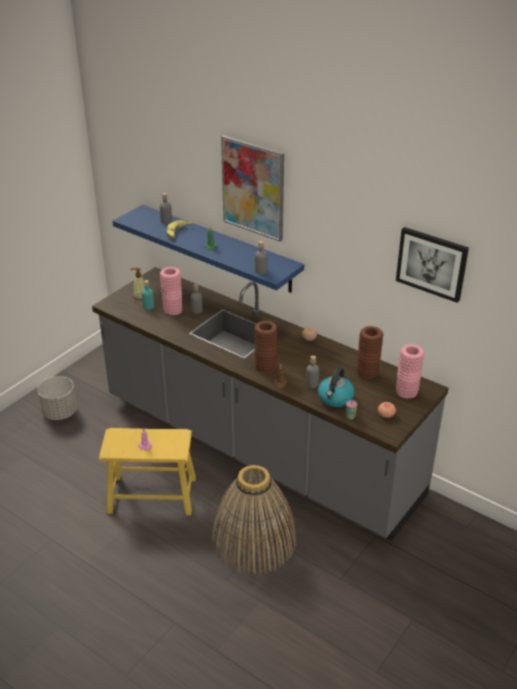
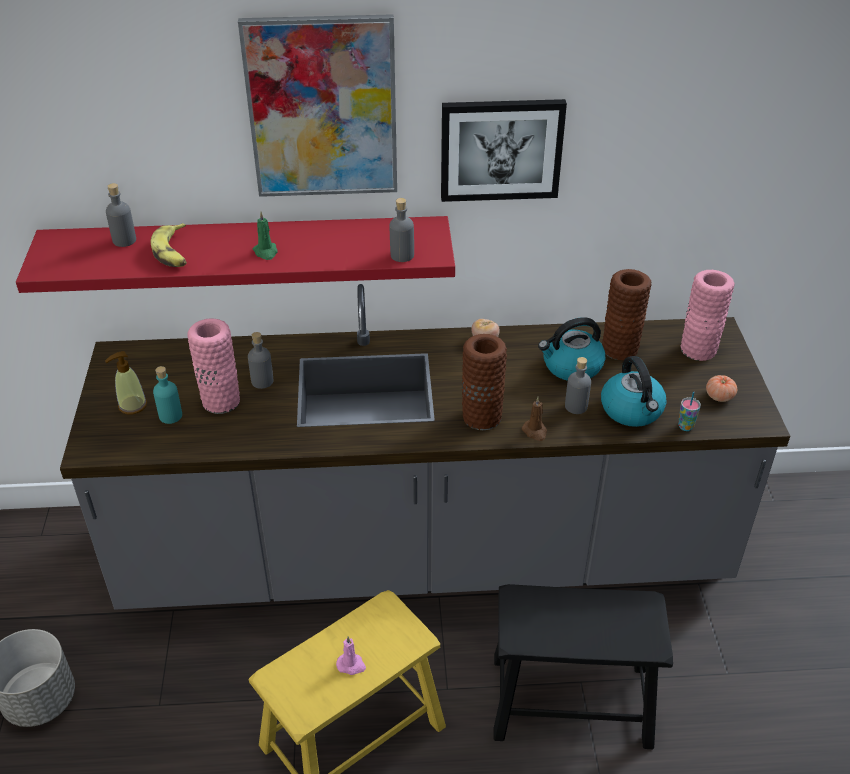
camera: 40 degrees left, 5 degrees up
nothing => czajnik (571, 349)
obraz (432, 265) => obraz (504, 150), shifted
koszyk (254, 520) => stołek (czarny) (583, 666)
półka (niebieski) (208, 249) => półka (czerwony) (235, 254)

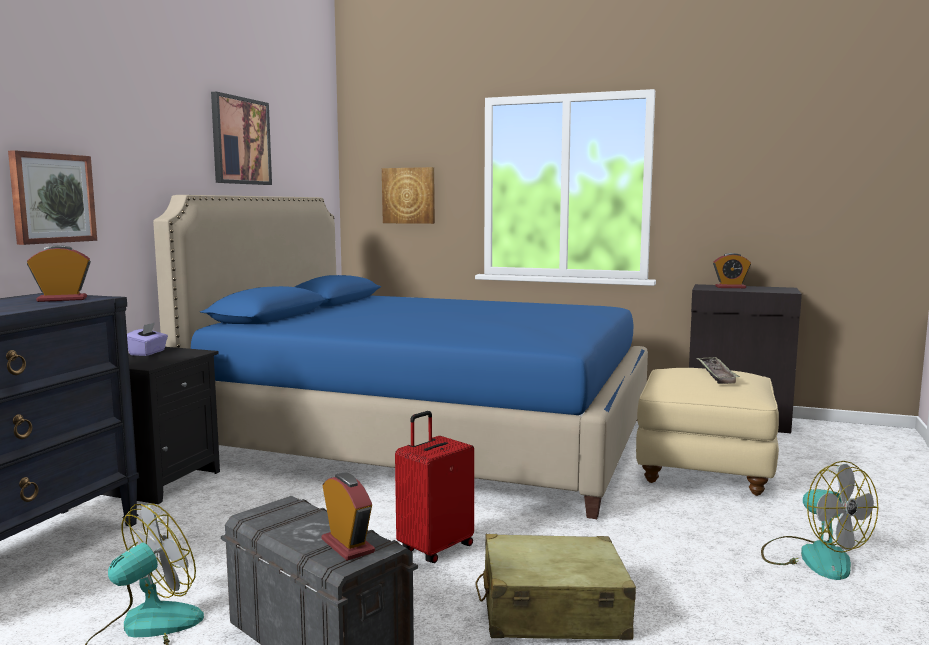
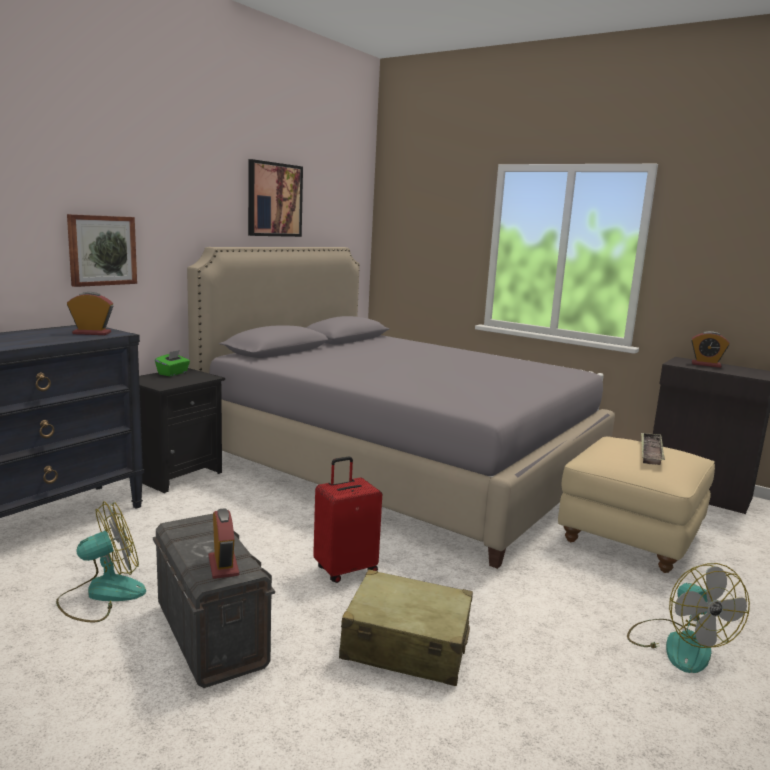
camera: 15 degrees right, 5 degrees up
obraz (408, 195) => nothing
pudełko chusteczek (fioletowy) (147, 339) => pudełko chusteczek (zielony) (172, 363)
łóżko (niebieski) (400, 357) => łóżko (szary) (401, 408)

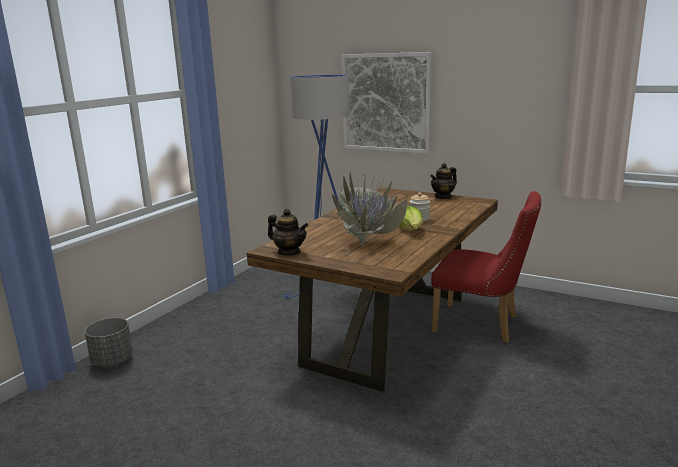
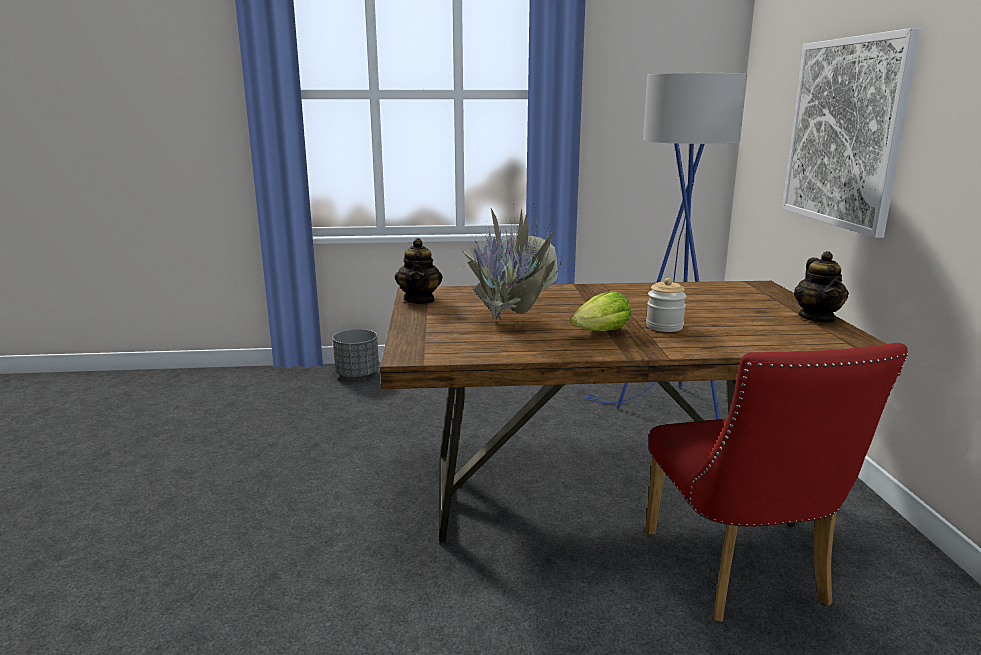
camera: 55 degrees right, 0 degrees up
imbryk (443, 181) => imbryk (821, 287), 105 degrees counterclockwise

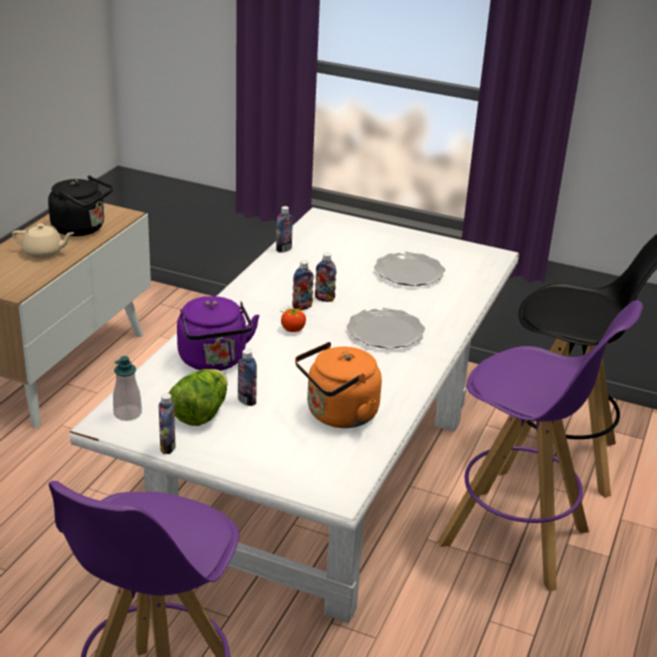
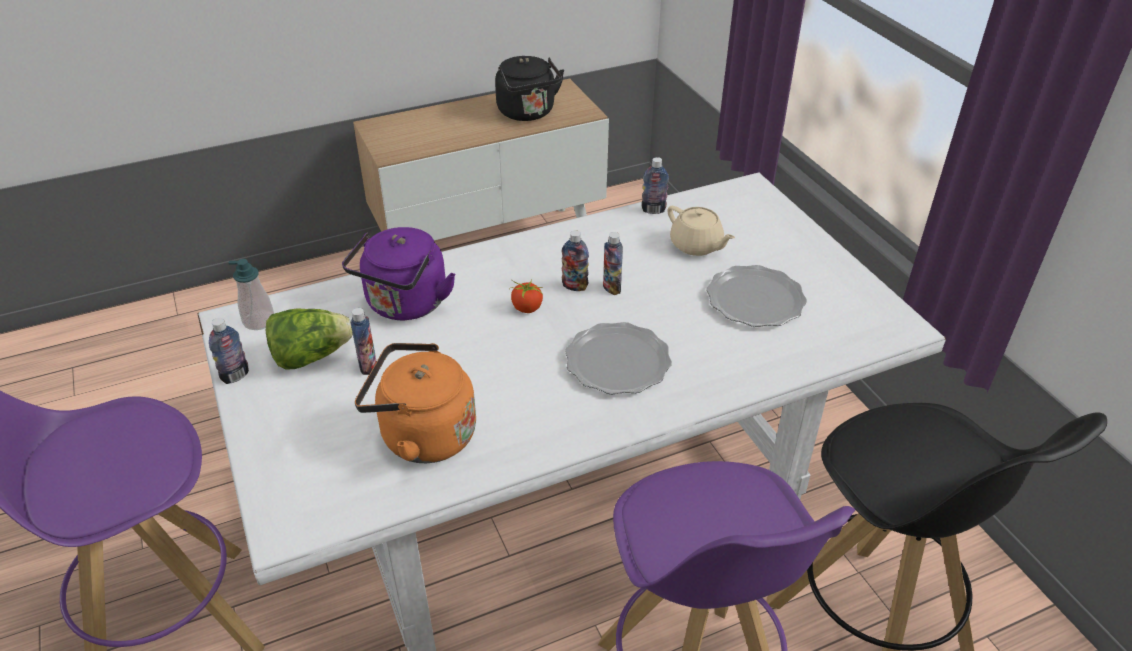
camera: 45 degrees right, 10 degrees up
imbryk (beżowy) (43, 240) => imbryk (beżowy) (701, 231), shifted

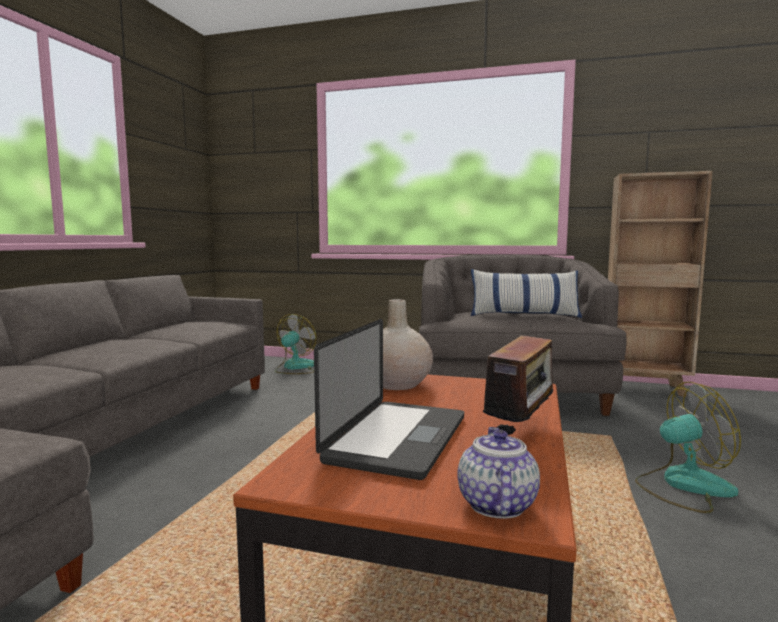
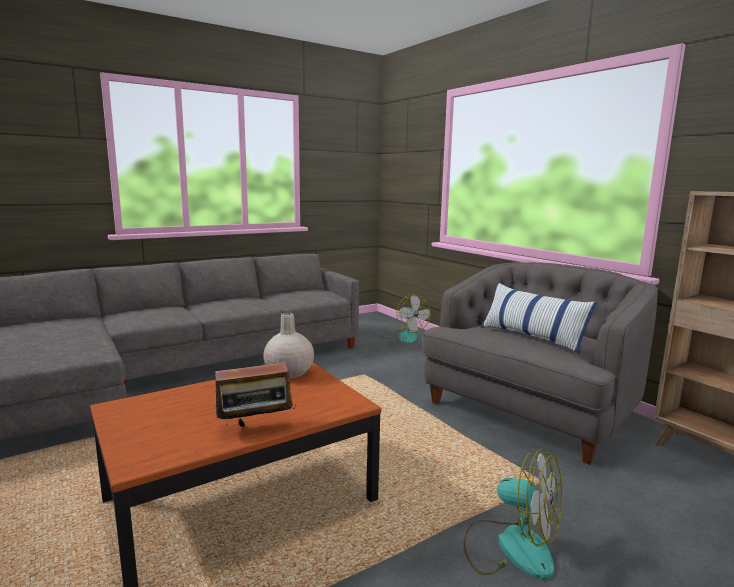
camera: 40 degrees right, 5 degrees up
laptop (389, 399) => nothing
imbryk (498, 473) => nothing
wentylator (295, 344) => wentylator (406, 318), 90 degrees clockwise

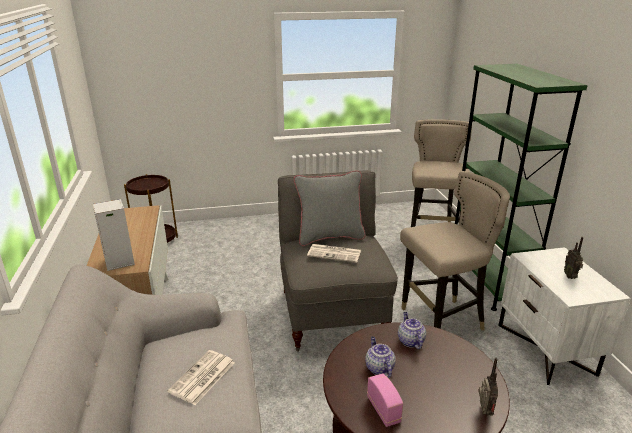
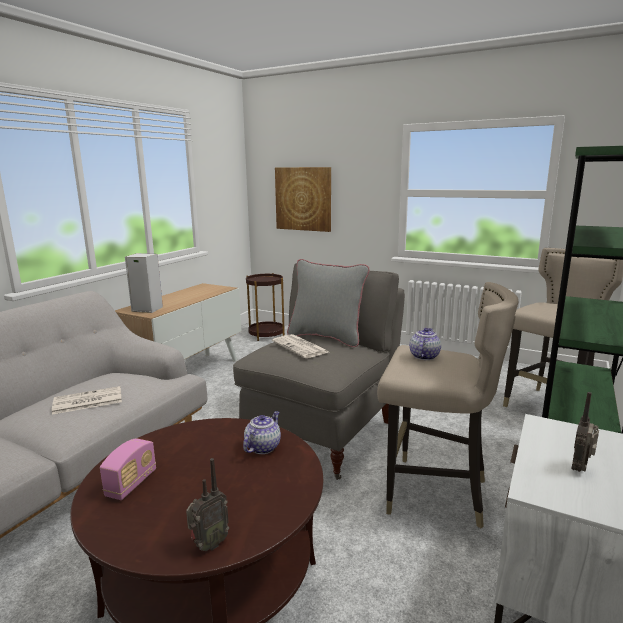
camera: 40 degrees right, 10 degrees down
nothing => obraz (303, 199)
imbryk (380, 357) => imbryk (425, 344), shifted

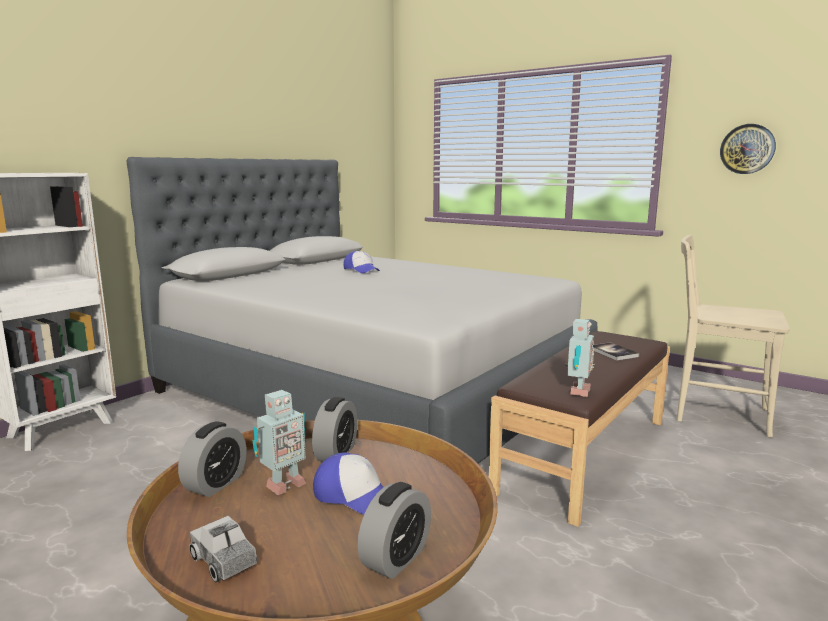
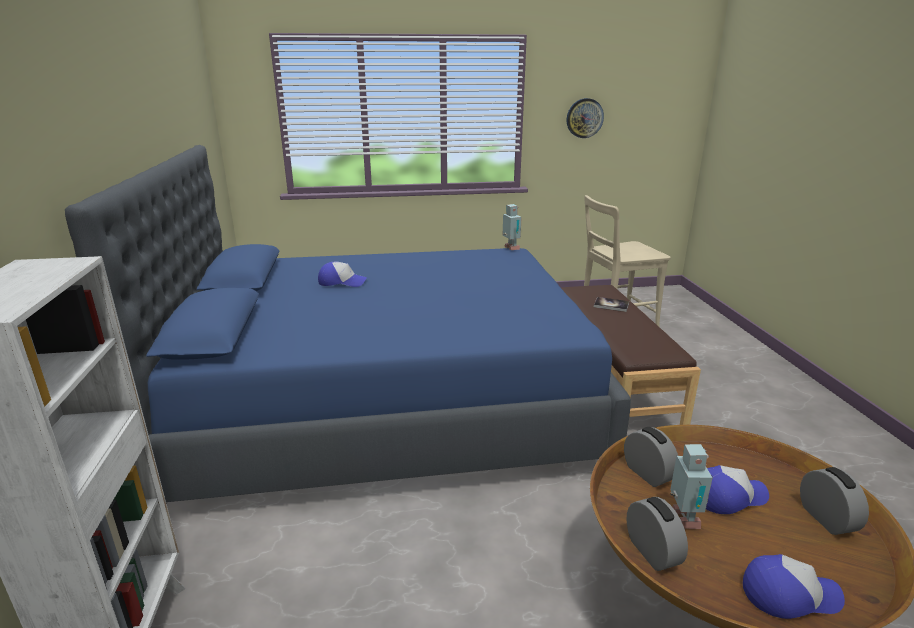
camera: 45 degrees left, 10 degrees up
robot zabawkowy (580, 358) => robot zabawkowy (512, 227), shifted
ciężarówka zabawkowa (223, 549) => czapka z daszkiem (794, 586)
łóżko (szary) (362, 310) => łóżko (niebieski) (348, 324)

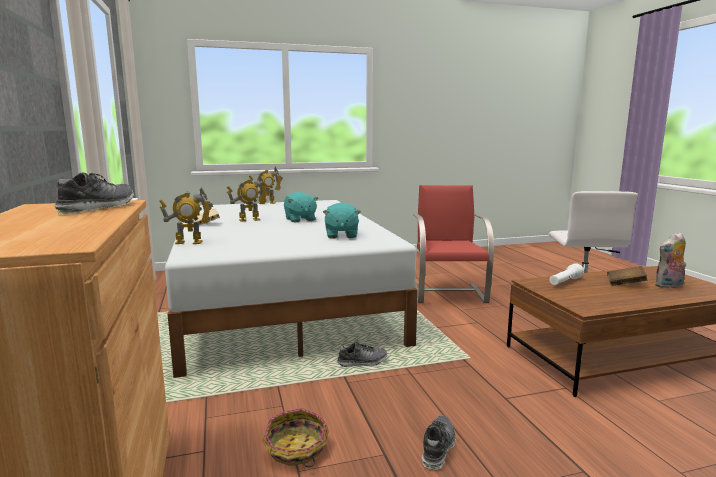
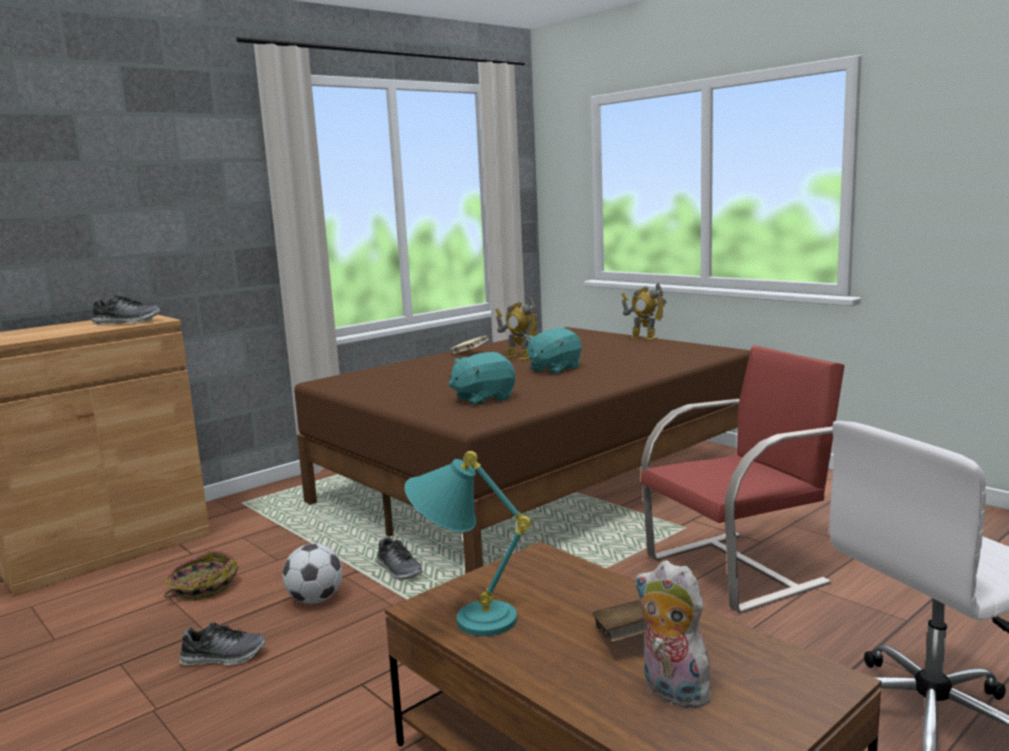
camera: 65 degrees right, 0 degrees up
robot zabawkowy (186, 215) => nothing
latarka (biały) (566, 274) => nothing
nothing => piłka futbolowa (312, 573)
nothing => lampa stołowa (turkusowy) (468, 543)
łóżko (biały) (291, 289) => łóżko (brązowy) (522, 450)

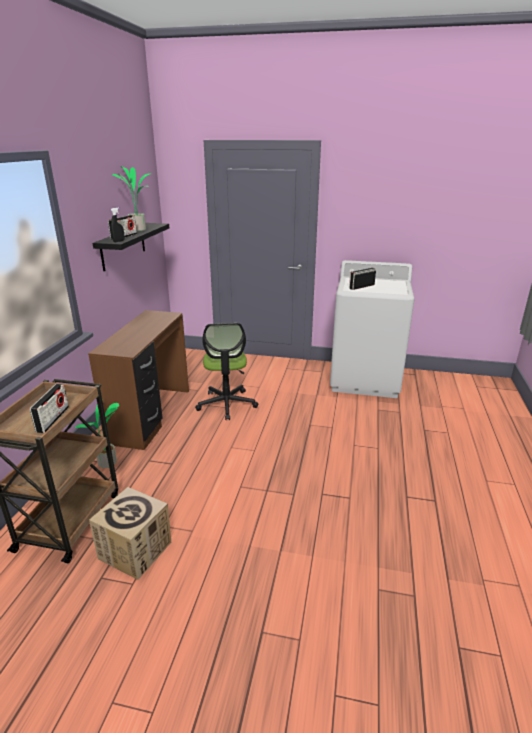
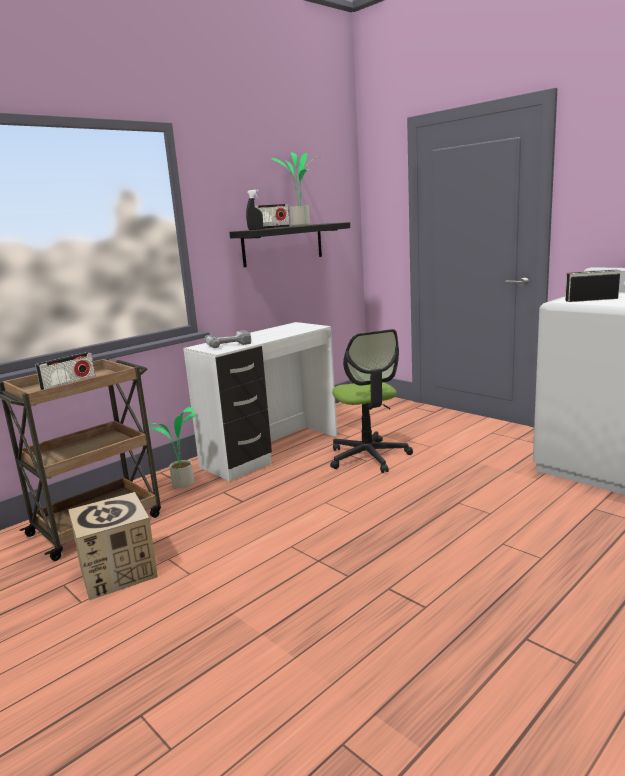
camera: 35 degrees right, 10 degrees down
nothing => wiertarka (227, 339)
biurko (brązowy) (138, 380) => biurko (biały) (260, 401)
krzesło biurowe (226, 371) => krzesło biurowe (371, 401), 45 degrees counterclockwise

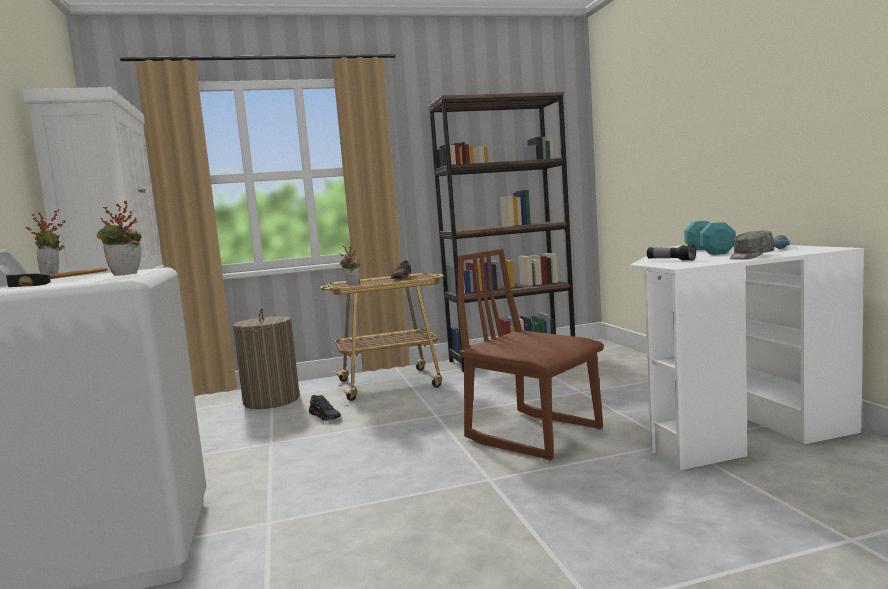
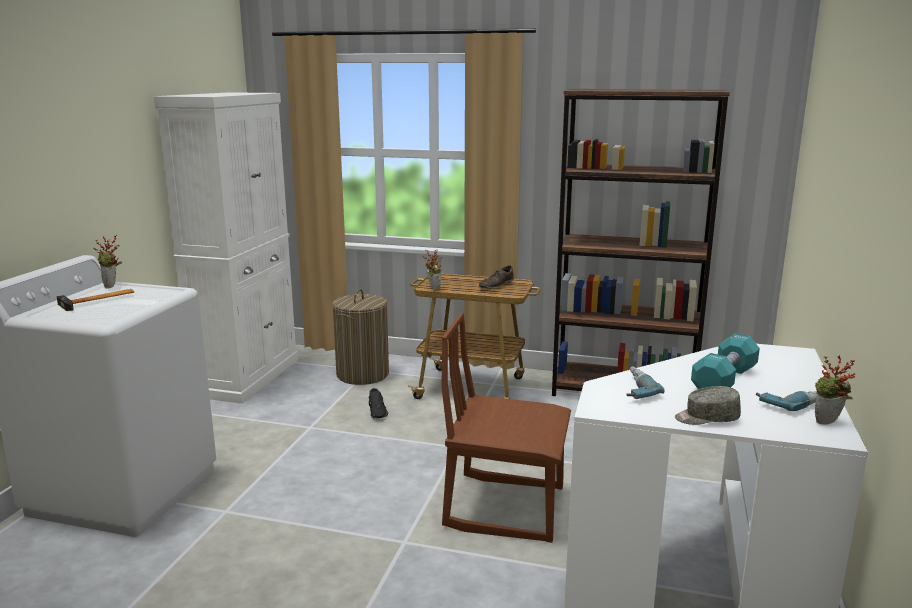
camera: 30 degrees right, 10 degrees up
roślina doniczkowa (118, 238) => roślina doniczkowa (835, 389), shifted
latarka (671, 253) => wiertarka (645, 383)
krzesło (brązowy) (530, 355) => krzesło (brązowy) (506, 427), 60 degrees counterclockwise

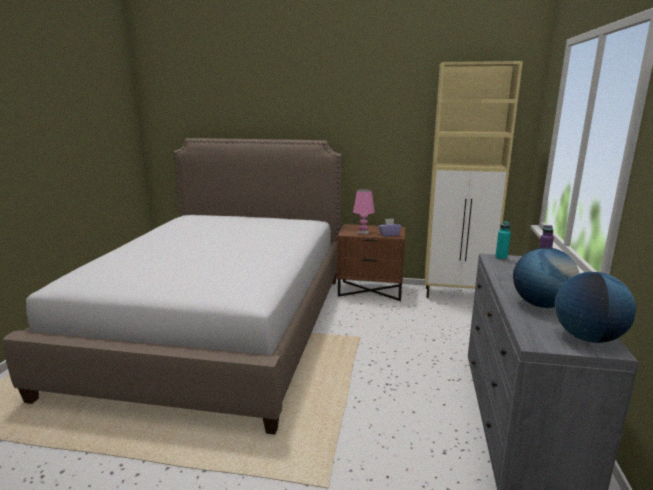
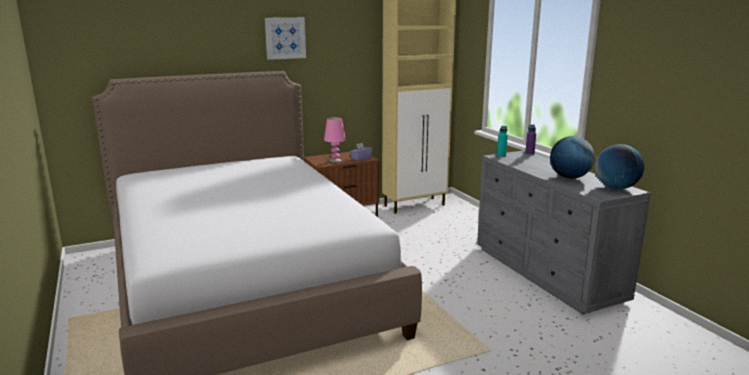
camera: 35 degrees left, 0 degrees up
nothing => obraz (285, 38)

